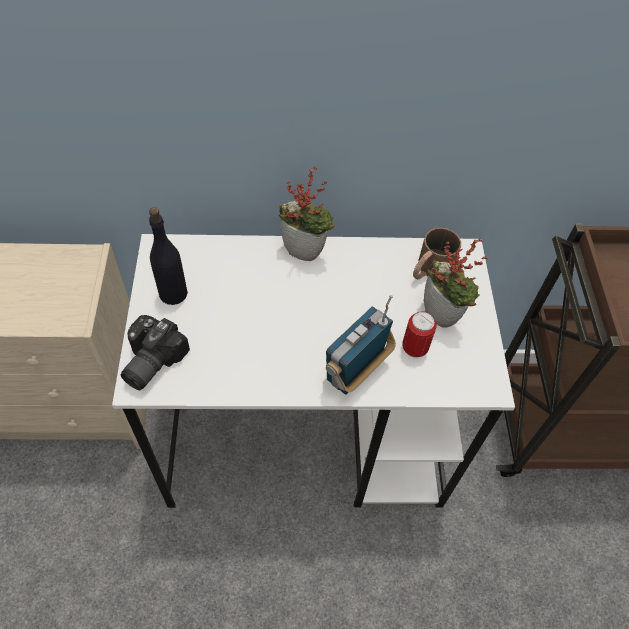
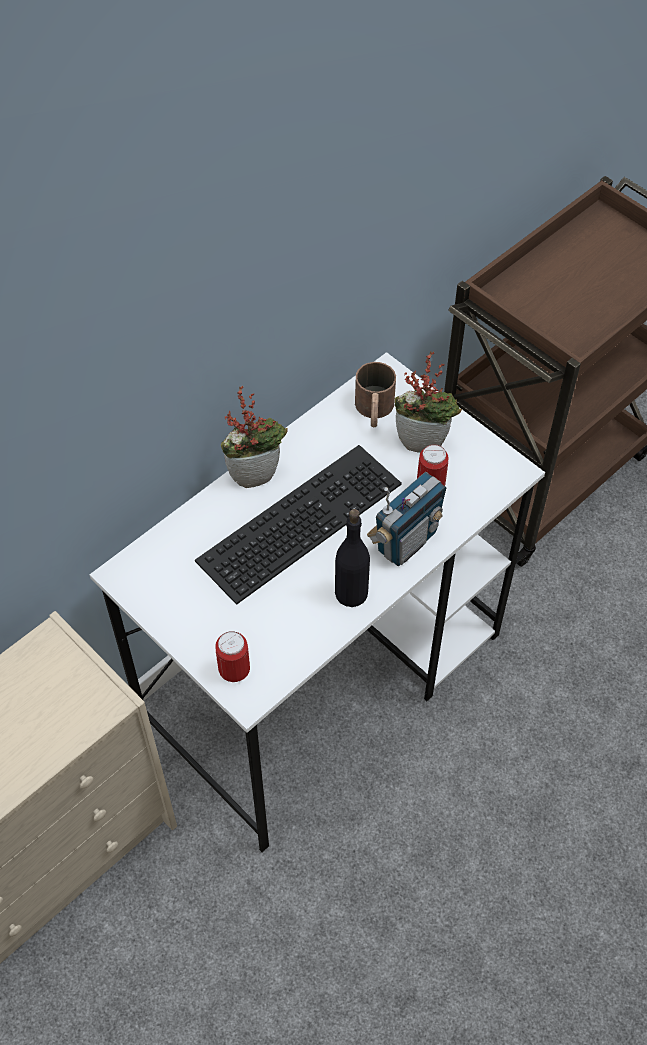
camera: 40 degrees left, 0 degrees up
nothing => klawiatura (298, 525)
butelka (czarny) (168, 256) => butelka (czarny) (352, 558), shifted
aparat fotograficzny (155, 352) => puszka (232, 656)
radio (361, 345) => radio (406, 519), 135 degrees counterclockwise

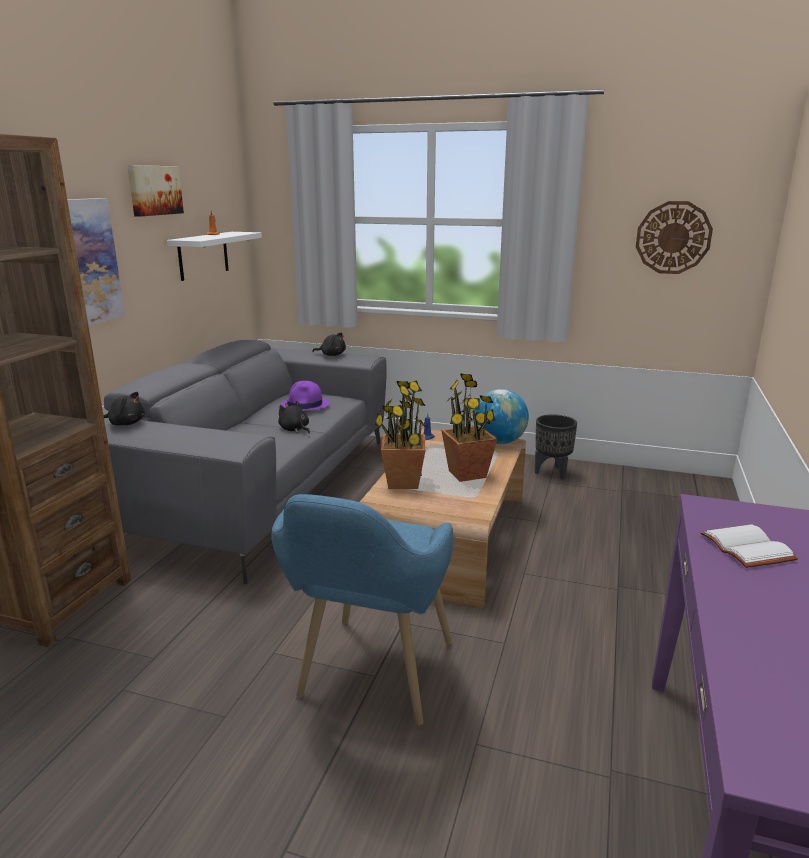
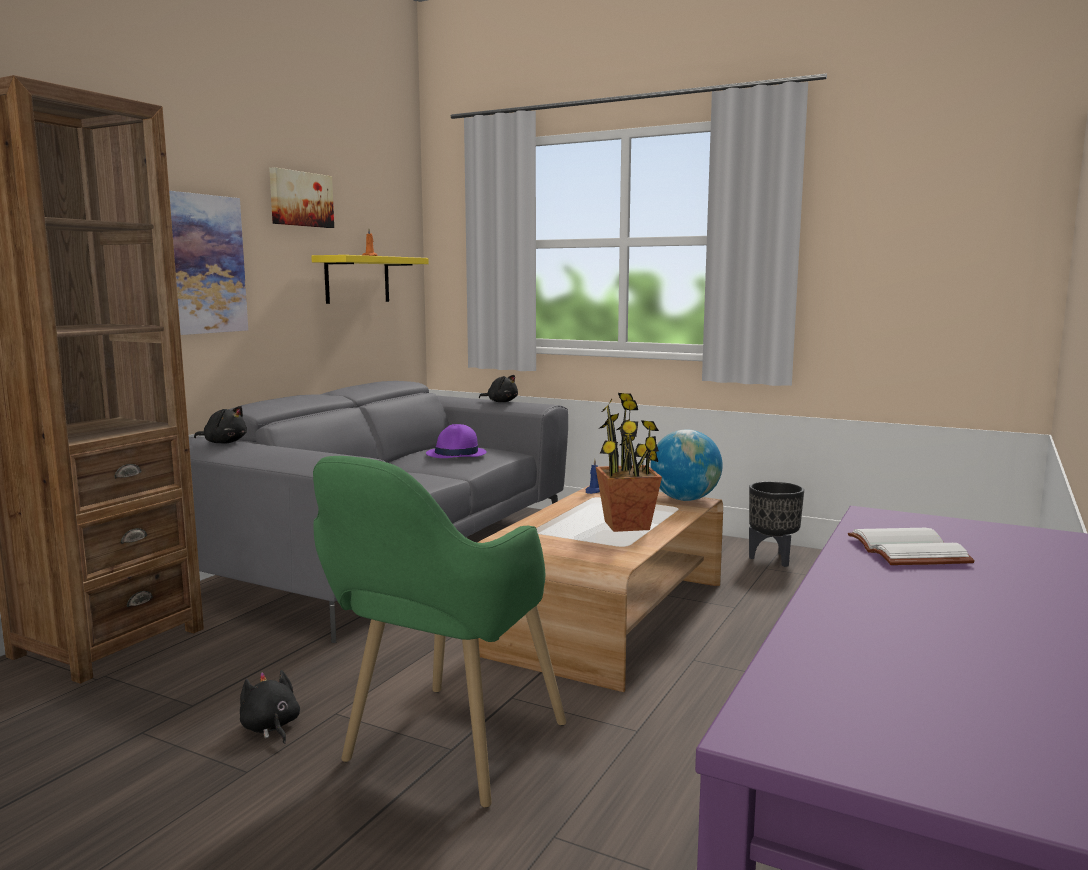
camera: 10 degrees right, 10 degrees down
roślina doniczkowa (400, 434) => nothing
zegar ścienny (674, 237) => nothing
pluszak (czarny) (294, 417) => pluszak (czarny) (270, 707), shifted
półka (biały) (214, 256) => półka (żółty) (370, 279)
fotel (niebieski) (362, 610) => fotel (zielony) (439, 632)

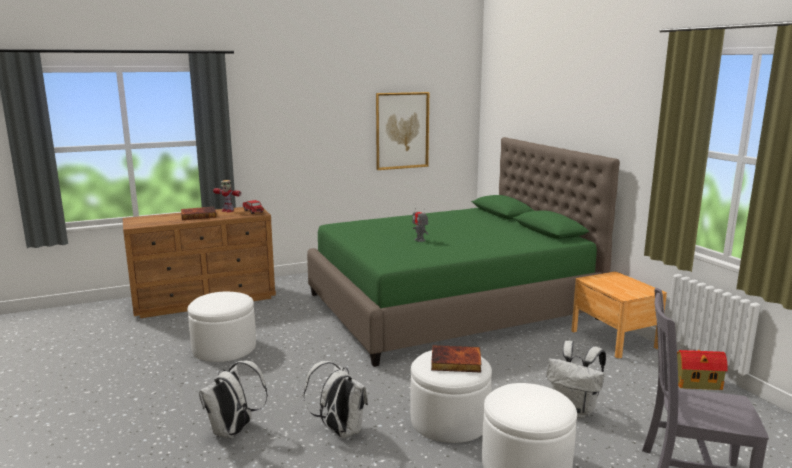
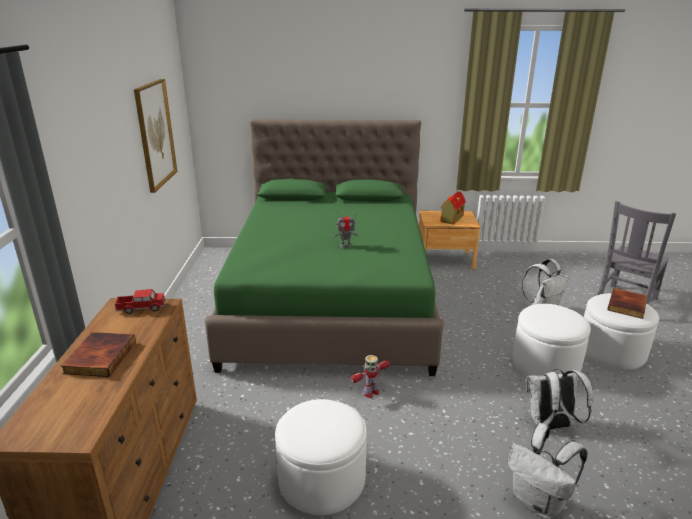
camera: 65 degrees left, 10 degrees up
robot zabawkowy (227, 196) => robot zabawkowy (370, 376), shifted
książka (456, 358) => książka (627, 303), shifted
domek (702, 370) => domek (453, 208), shifted

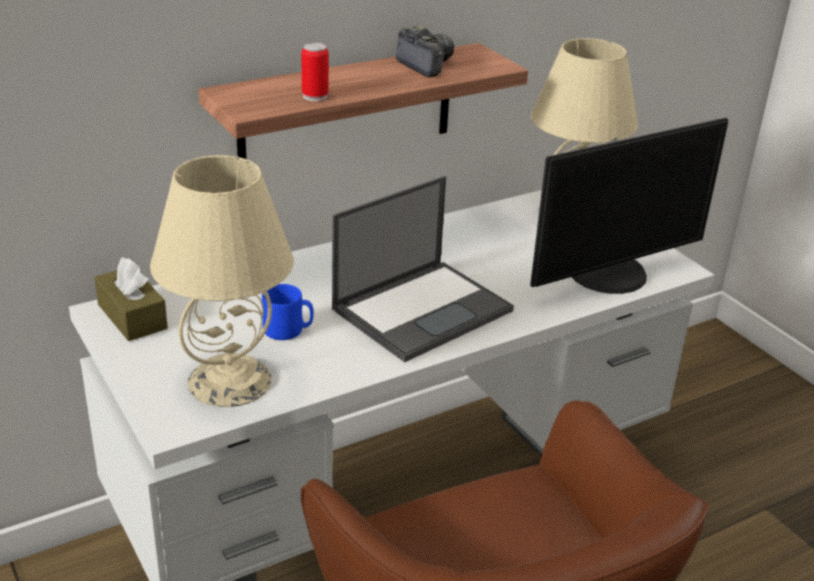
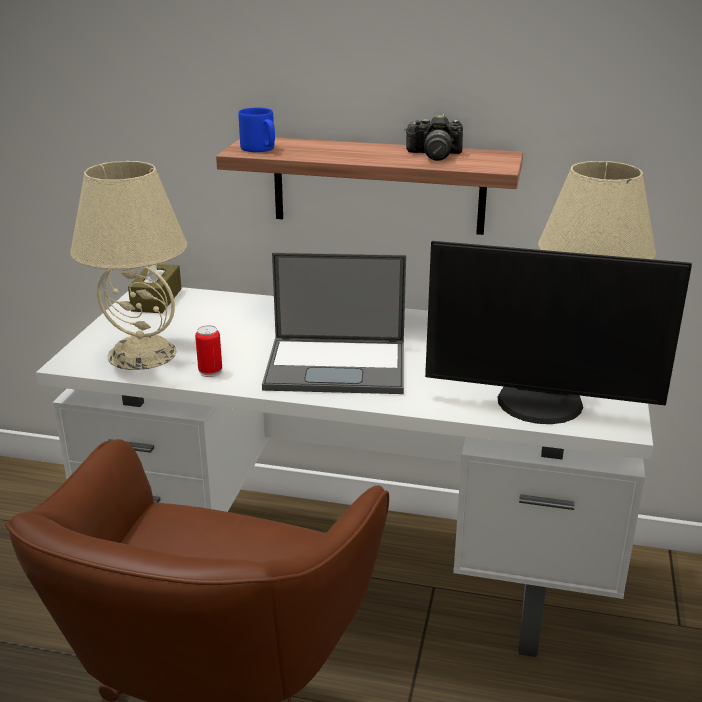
camera: 45 degrees right, 5 degrees down
kubek (niebieski) (288, 312) => kubek (niebieski) (256, 130), shifted
puszka (315, 72) => puszka (208, 351), shifted
aparat fotograficzny (425, 52) => aparat fotograficzny (434, 137), 90 degrees clockwise

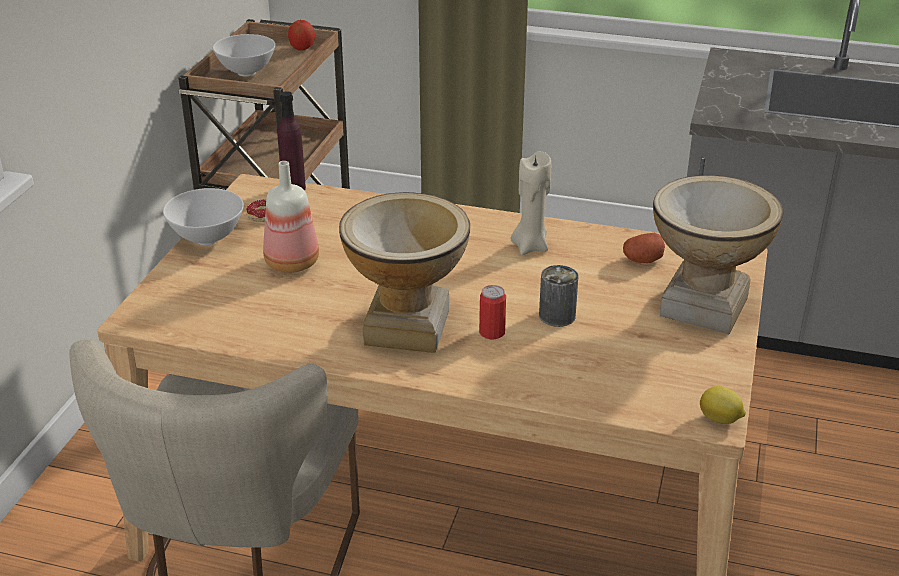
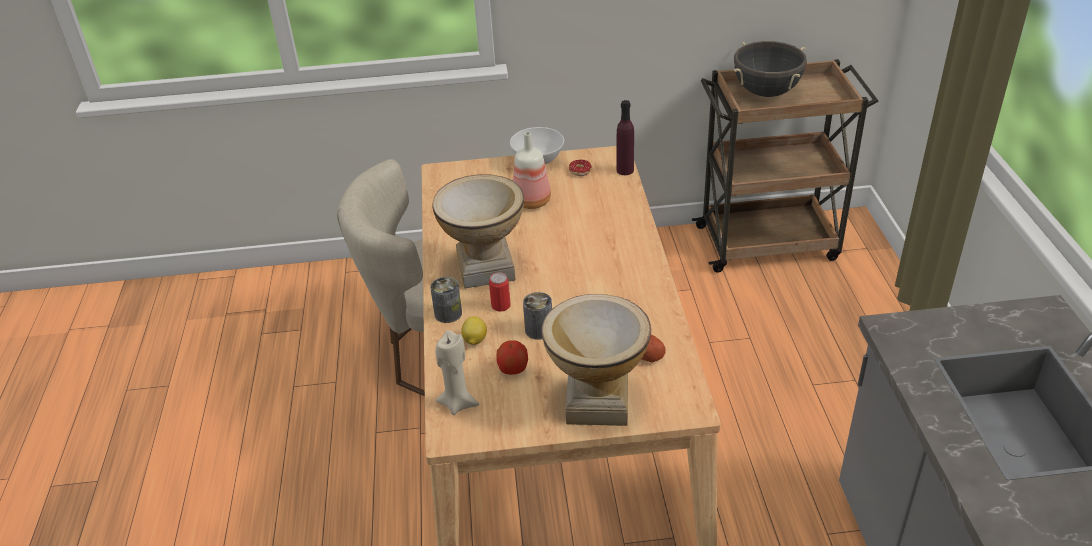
camera: 70 degrees right, 5 degrees up
nothing => puszka (446, 300)
jabłko (301, 35) => jabłko (512, 357), shifted
świeca (beżowy) (530, 203) => świeca (beżowy) (457, 372), shifted
cytryna (723, 405) => cytryna (474, 330), shifted
miska (biały) (244, 55) => garnek (czarny) (770, 69)

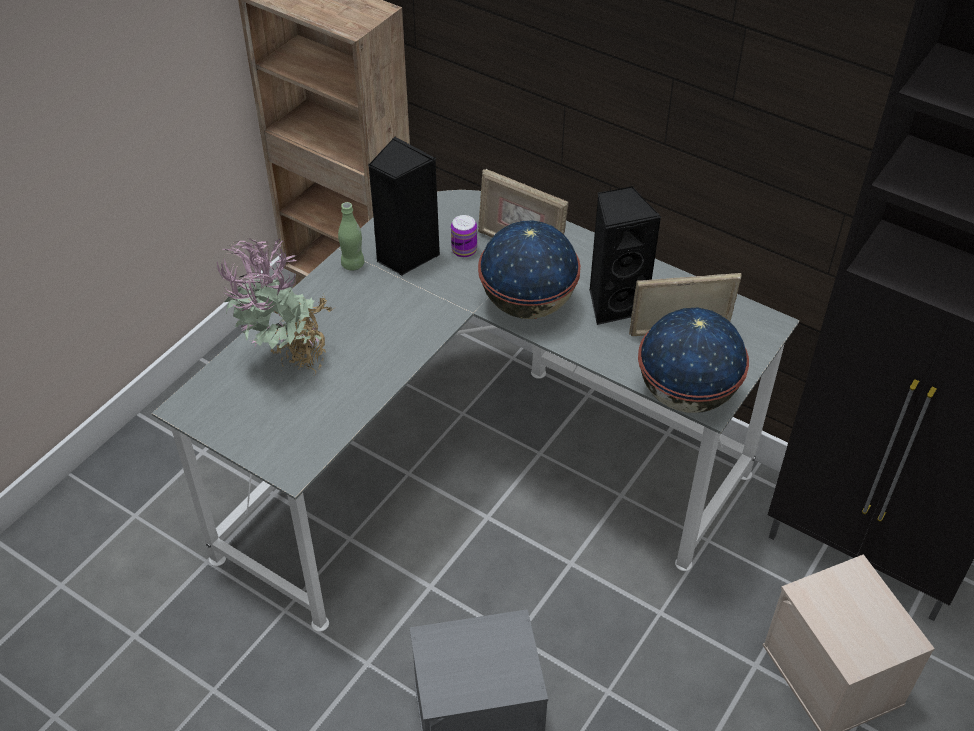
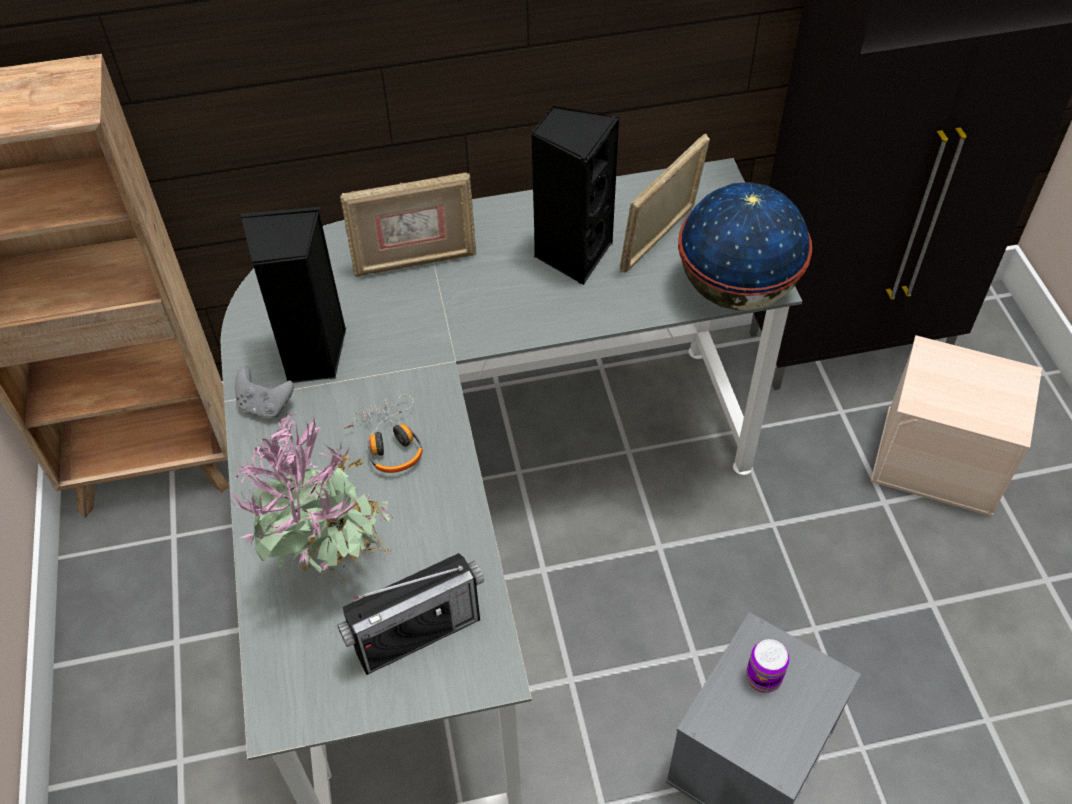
camera: 45 degrees left, 5 degrees up
globus (529, 270) => nothing
nothing => radio (410, 614)
nothing => słuchawki (383, 433)
puszka (464, 236) => puszka (767, 666), shifted
butelka (zielony) (351, 236) => pad do gier (szary) (264, 392)

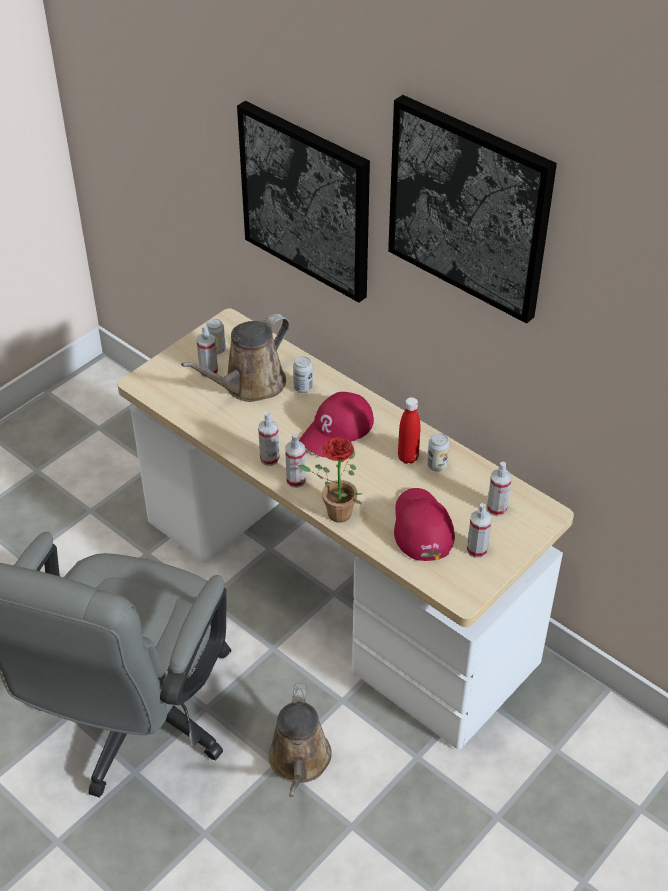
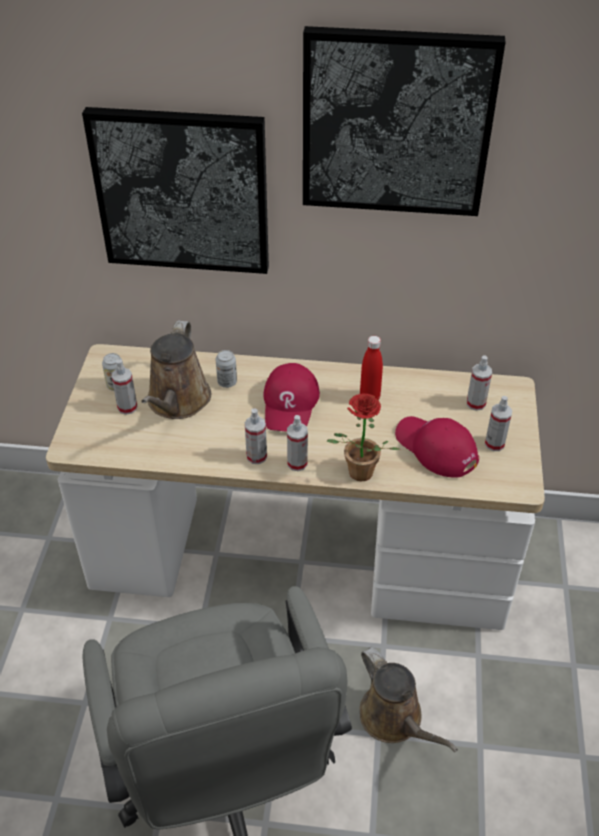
camera: 35 degrees left, 0 degrees up
puszka (438, 452) => nothing

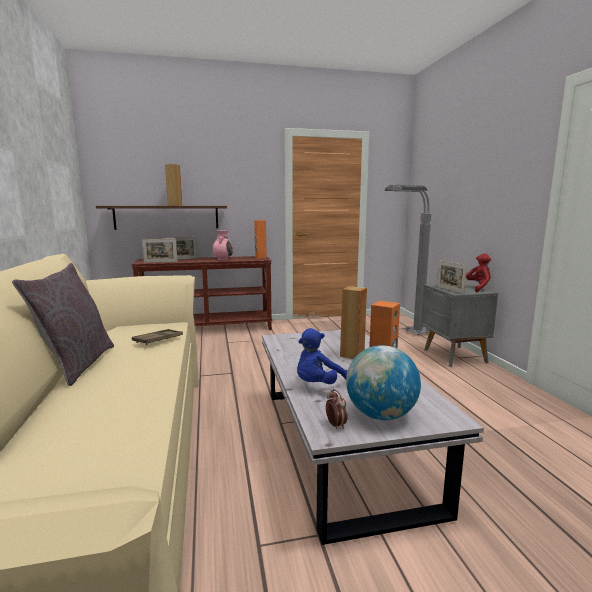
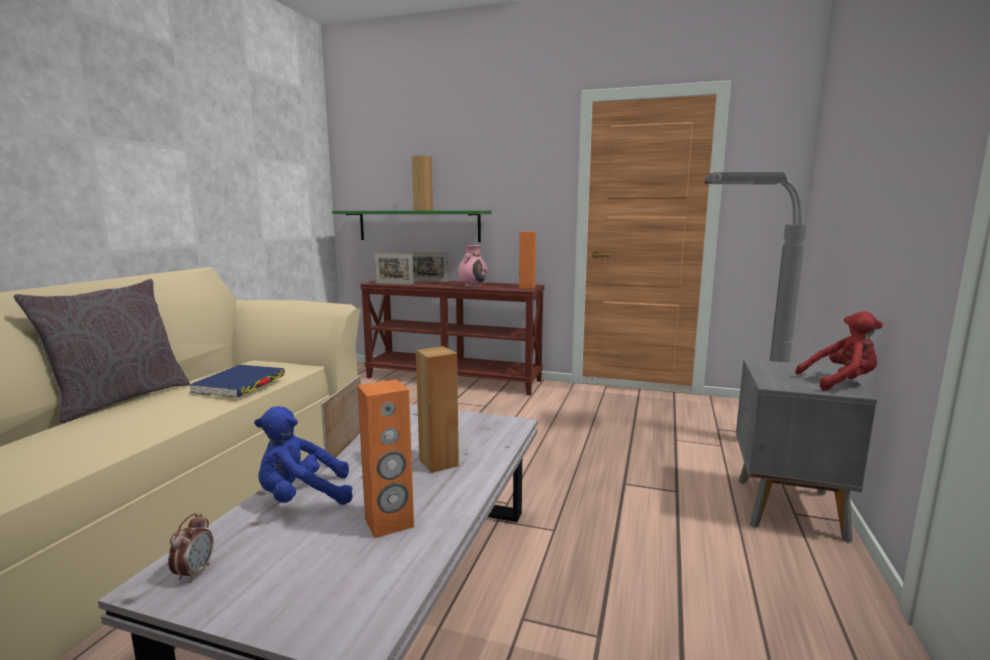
camera: 30 degrees right, 0 degrees up
globus (383, 382) => nothing
ramka na zdjęcie (452, 277) => ramka na zdjęcie (341, 421), shifted
taca (brązowy) (157, 337) => książka (niebieski) (237, 381)
półka (brązowy) (161, 218) => półka (zielony) (412, 226)

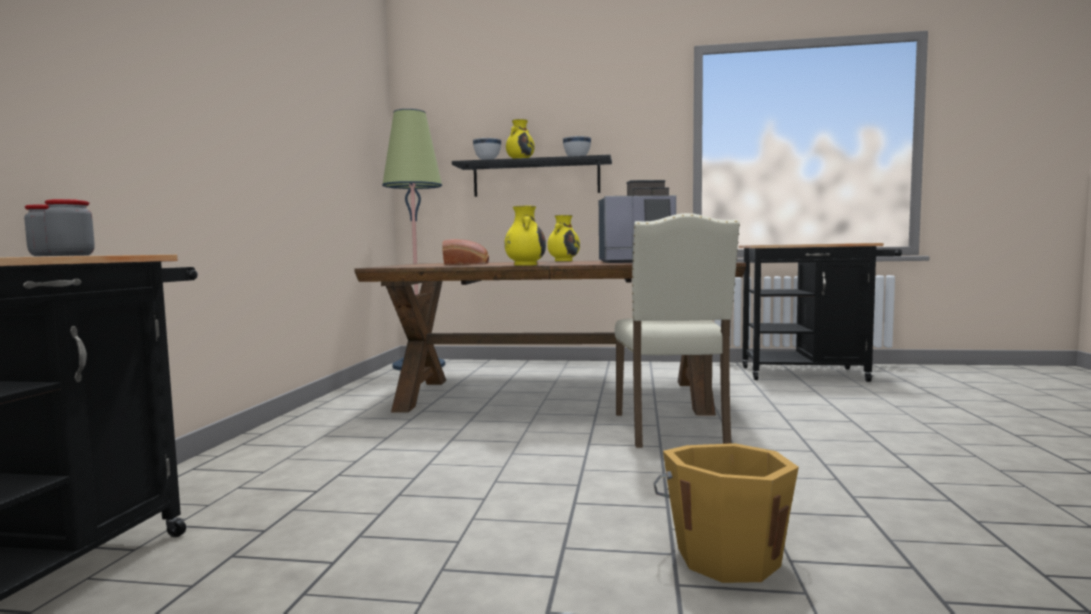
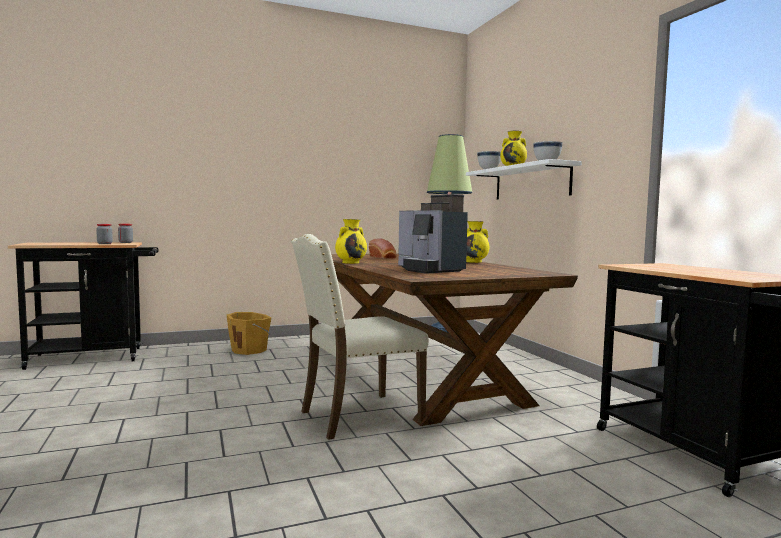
camera: 60 degrees right, 0 degrees up
wiadro (pomarańczowy) (726, 513) => wiadro (pomarańczowy) (249, 333), shifted
półka (czarny) (532, 176) => półka (biały) (524, 179)

